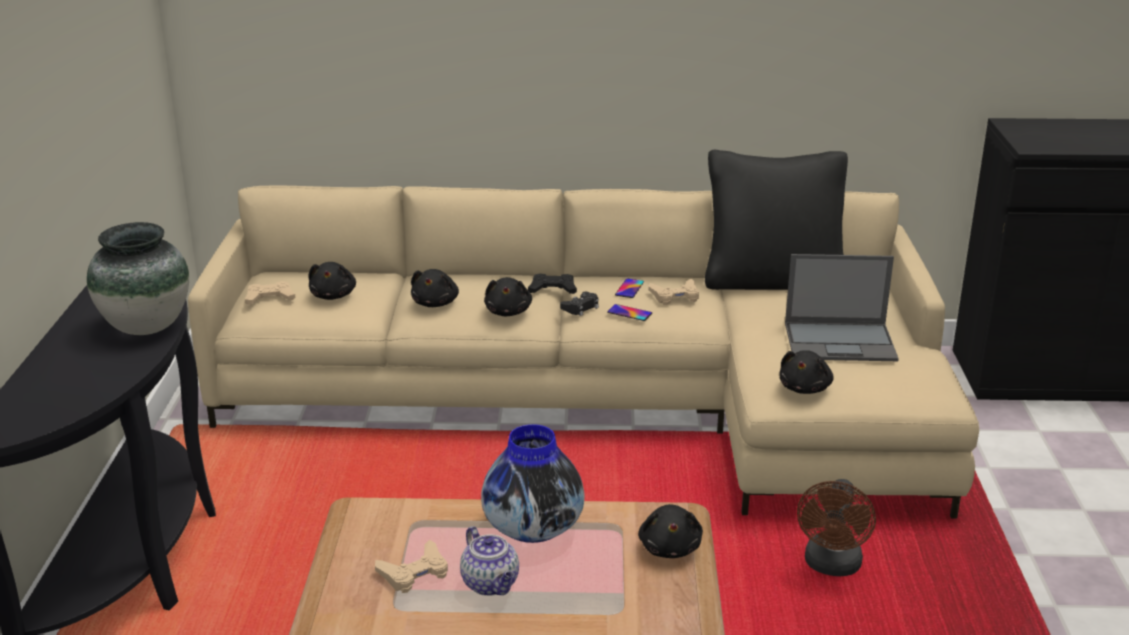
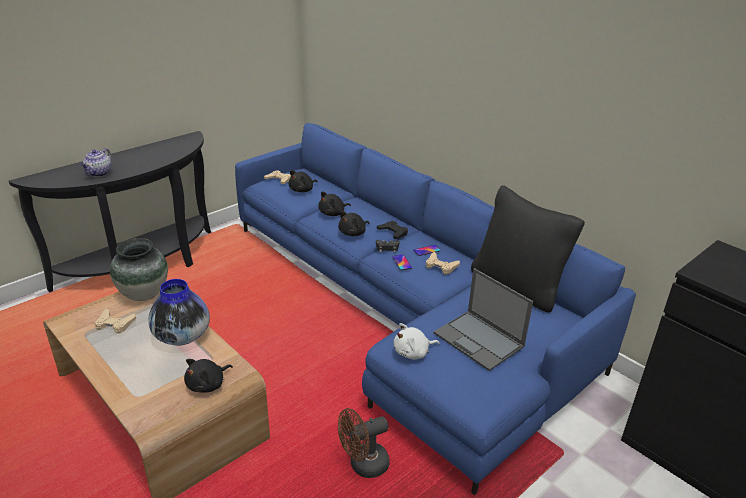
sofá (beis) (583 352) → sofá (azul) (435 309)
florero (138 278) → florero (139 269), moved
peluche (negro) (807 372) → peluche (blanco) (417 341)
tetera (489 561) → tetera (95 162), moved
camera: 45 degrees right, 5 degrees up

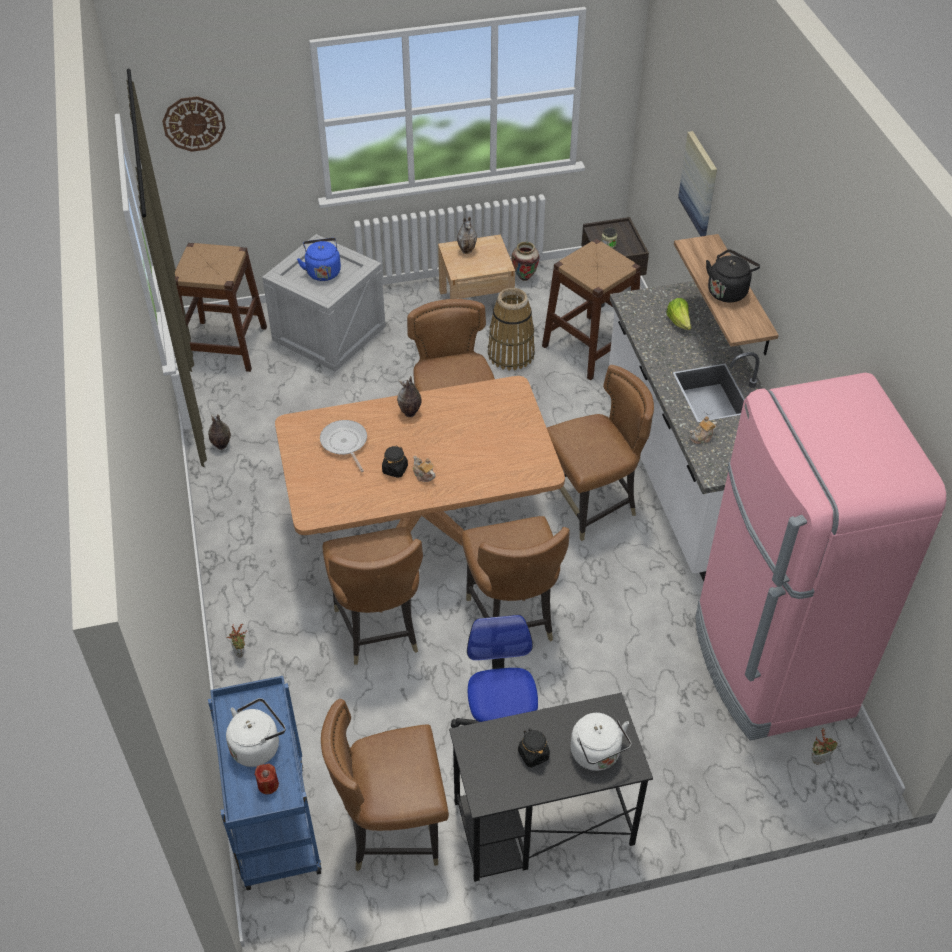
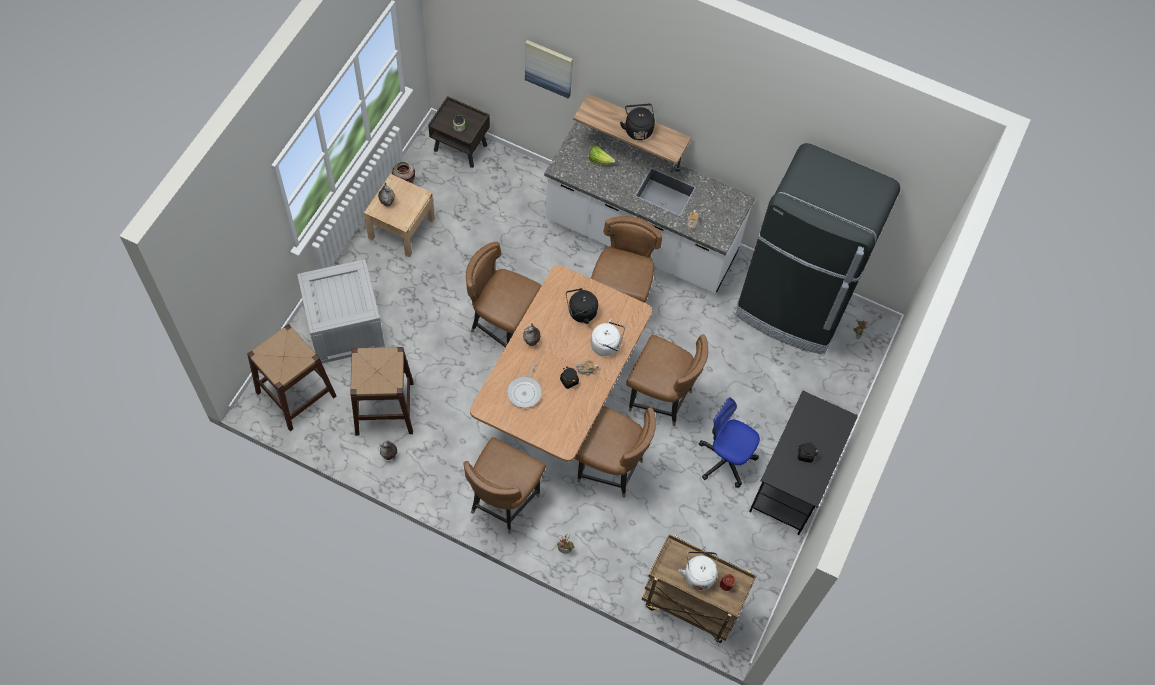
reloj de pared (194 124) → -
hervidor (azul) (319 259) → -
taburete (marrón) (591 309) → taburete (marrón) (382 391), moved
cesta (511 329) → -
nevera (rosa) (820 556) → nevera (negro) (817 248)
sartén (343 446) → sartén (524 384), 90 degrees counterclockwise
carrito (azul) (265 783) → carrito (marrón) (699 588)
silla (marrón) (385 785) → silla (marrón) (505 485), moved
hervidor (blanco) (601 742) → hervidor (blanco) (608 337), moved
- → hervidor (negro) (582 306)
camera: 55 degrees left, 15 degrees up

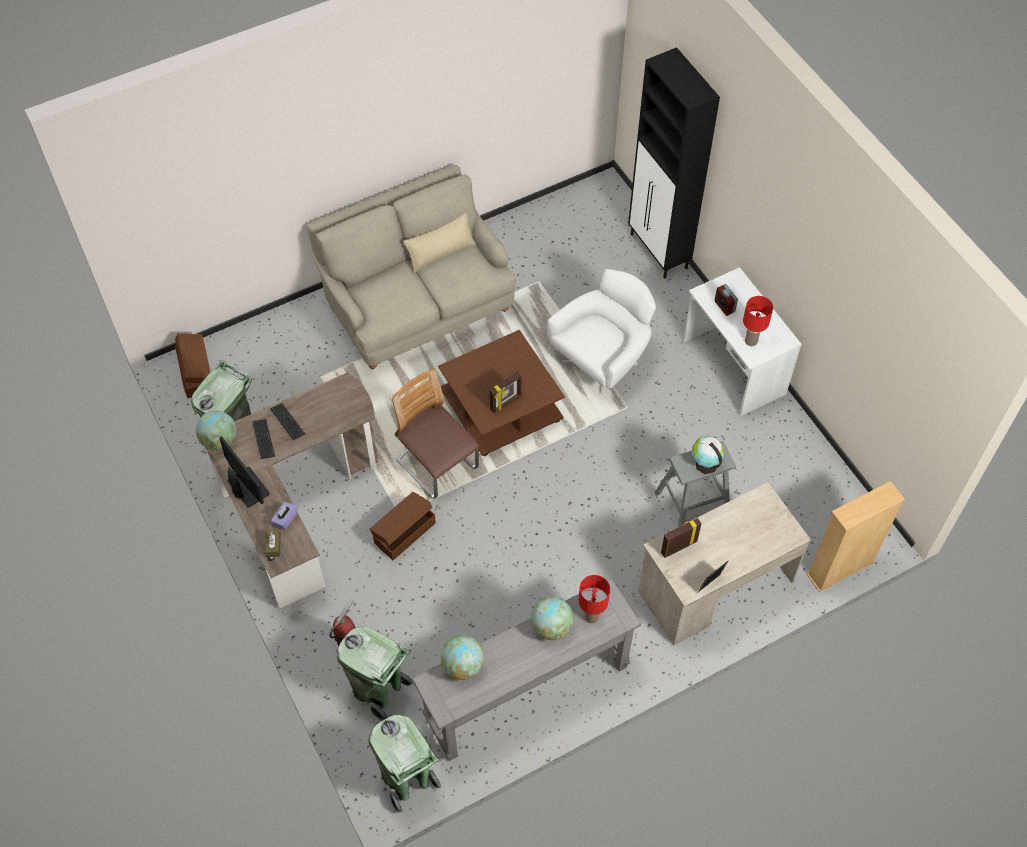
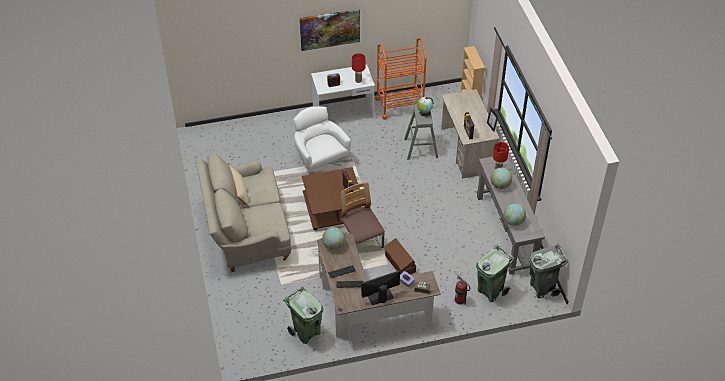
armario (negro) (674 163) → -
caja de almacenaje (marrón) (193 365) → -
silla (435 434) → silla (362 215), 90 degrees clockwise
globo terráqueo (216 430) → globo terráqueo (333 238), moved
papelera (verde) (404 764) → papelera (gris) (548 271)
- → cuadro (330 30)
- → carrito (naranja) (401 79)
camera: 75 degrees left, 10 degrees down

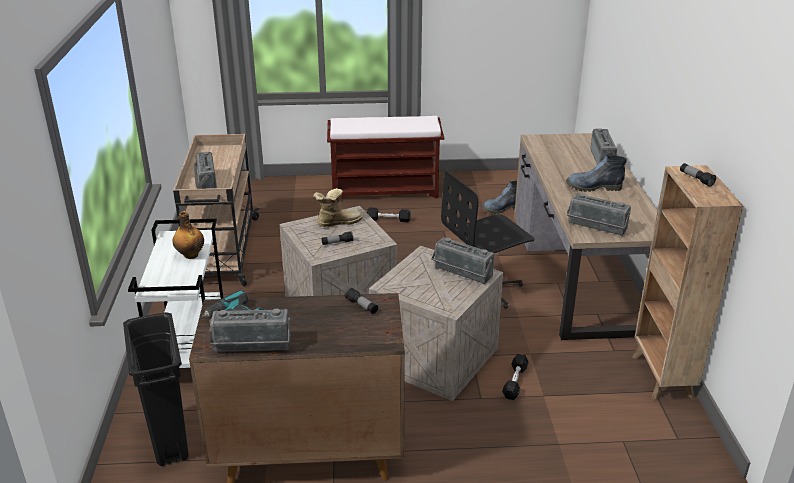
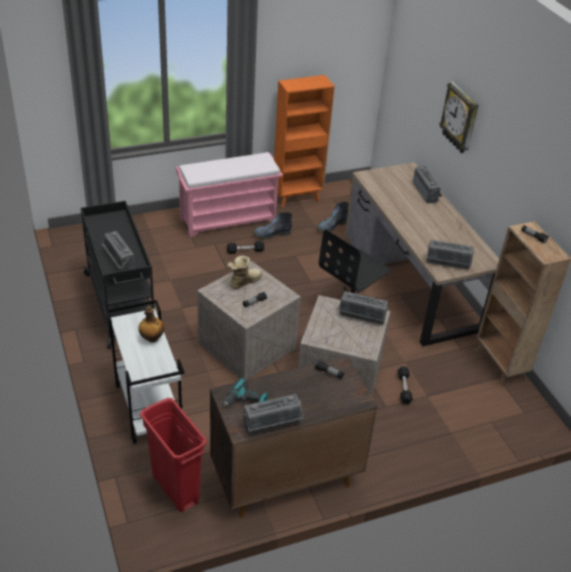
banco (marrón) (385 157) → banco (rosa) (229 195)
carrito (beis) (216 210) → carrito (negro) (117 275)
bota (596 173) → bota (272 225), moved
papelera (negro) (156 389) → papelera (rojo) (173 455)
- → estantería (naranja) (304 141)
- → reloj de pared (459 117)
camera: 20 degrees left, 10 degrees up

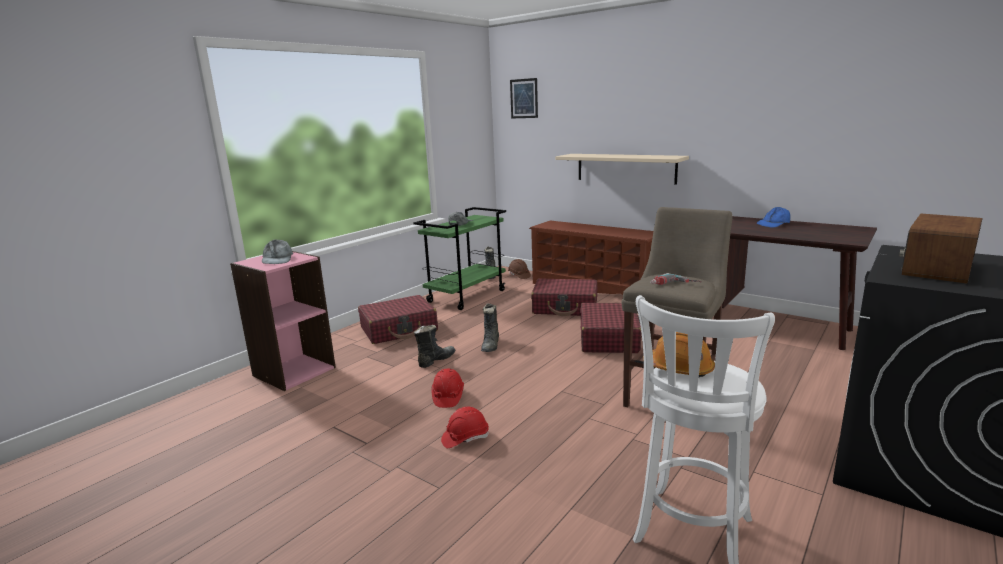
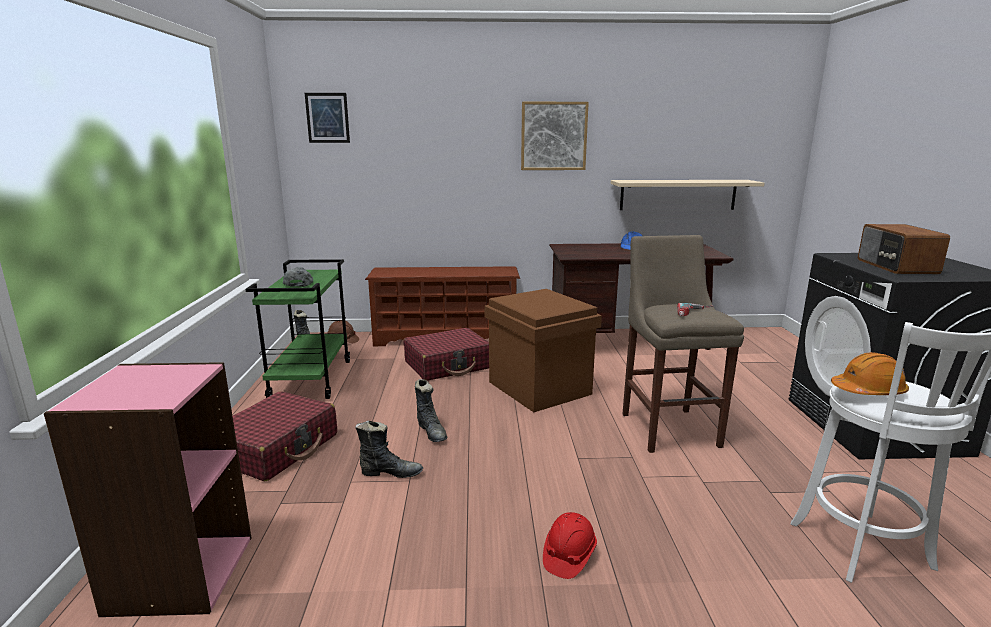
estante (beis) (622 169) → estante (beis) (688 195), moved
gorra (gris) (277 251) → -
maleta (rojo) (611 328) → caja de almacenaje (marrón) (543 350)
bota (negro) (434 346) → bota (negro) (389 449), 90 degrees clockwise
casco (rojo) (447 388) → -
- → cuadro (555 136)
camera: 40 degrees left, 0 degrees up

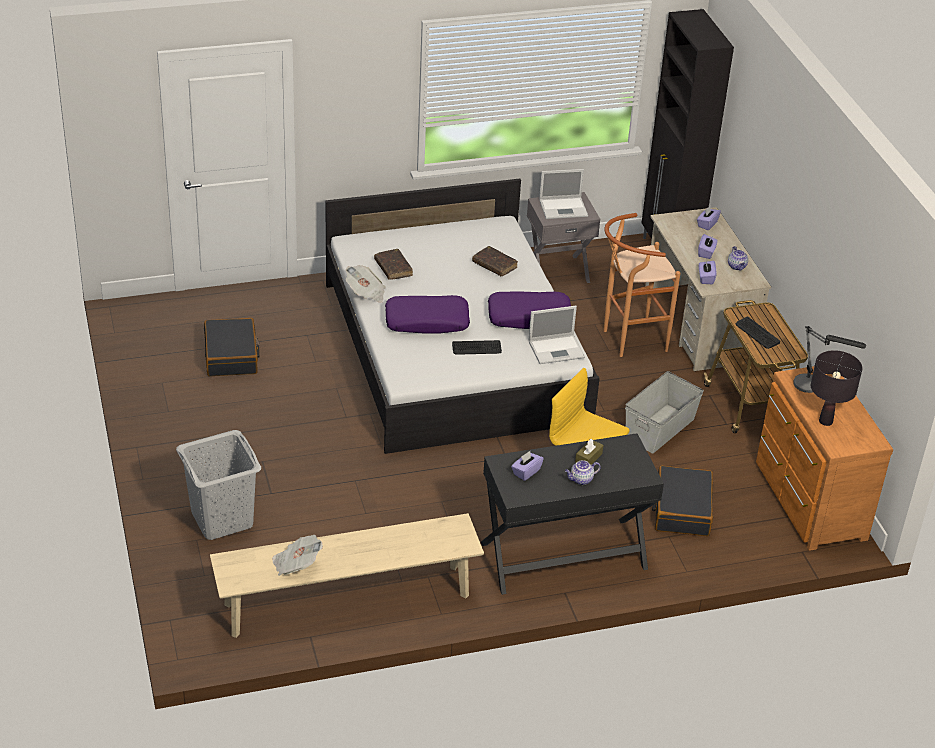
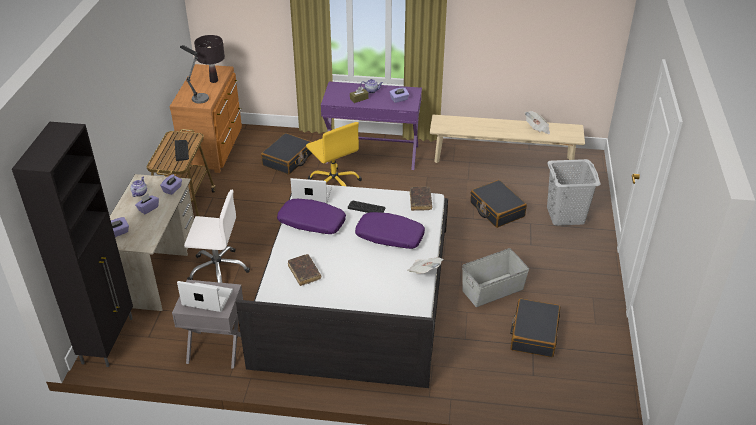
taburete (marrón) (642 285) → silla de oficina (blanco) (217 236)
libro (marrón) (393 264) → libro (marrón) (421 199), moved
caja de almacenaje (gris) (664 412) → caja de almacenaje (gris) (495 277), moved
escritorio (negro) (572 514) → escritorio (morado) (371 126)
- → maleta (negro) (498 204)
camera: 155 degrees left, 0 degrees up

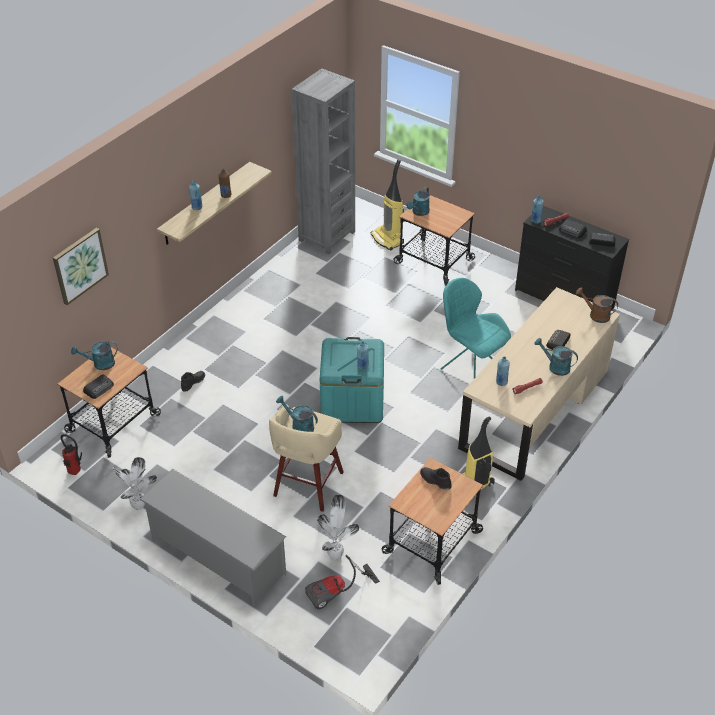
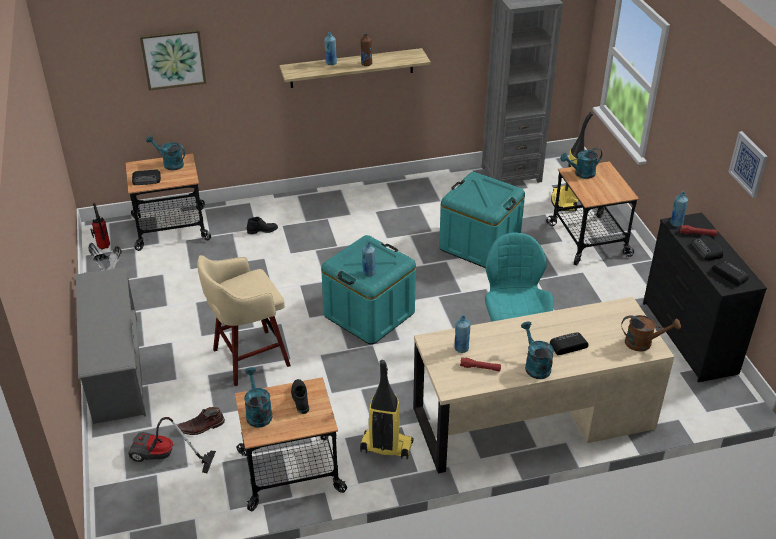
regadera (marrón) (597 305) → regadera (marrón) (651 333), 120 degrees clockwise
regadera (turquesa) (297 414) → regadera (turquesa) (258 397), moved
planta en maceta (337 527) → bota (marrón) (201 421)
- → cuadro (748 164)
- → caja de almacenaje (turquesa) (482 220)
camera: 40 degrees right, 5 degrees down

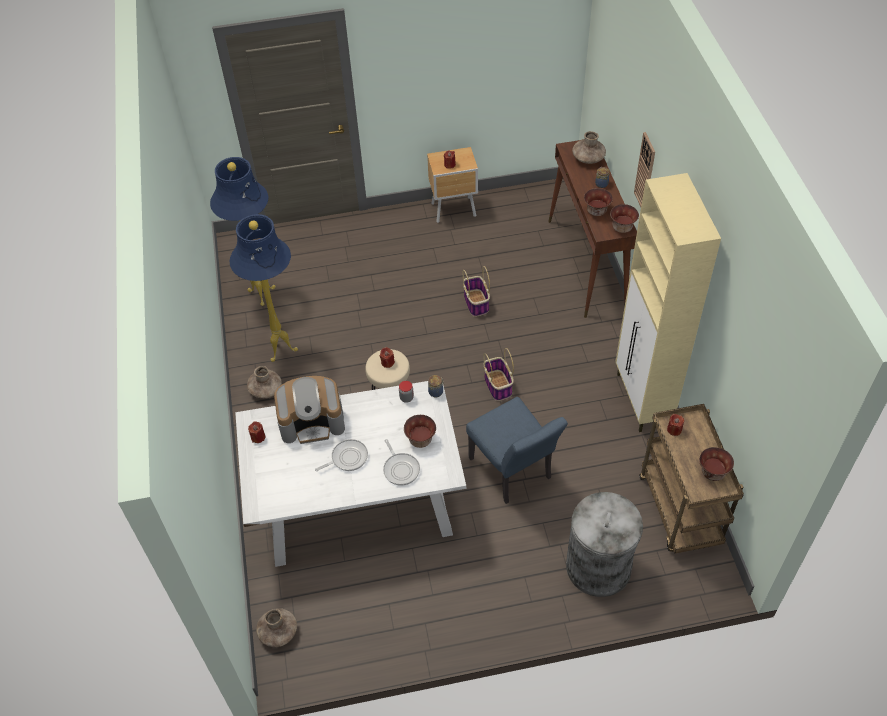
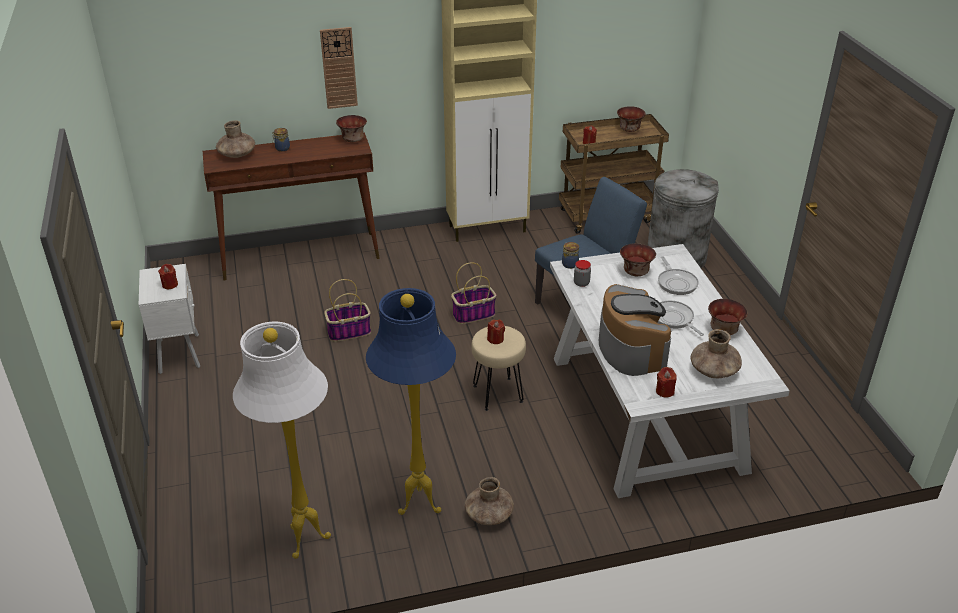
mesita de noche (marrón) (452 185) → mesita de noche (blanco) (169 319)
lámpara de pie (azul) (243 231) → lámpara de pie (blanco) (282 440)
cuenco (598 202) → cuenco (727 317), moved
sartén (401 462) → sartén (678 276), 105 degrees clockwise
florero (marrón) (276 627) → florero (marrón) (716 353), moved
camera: 95 degrees left, 15 degrees down

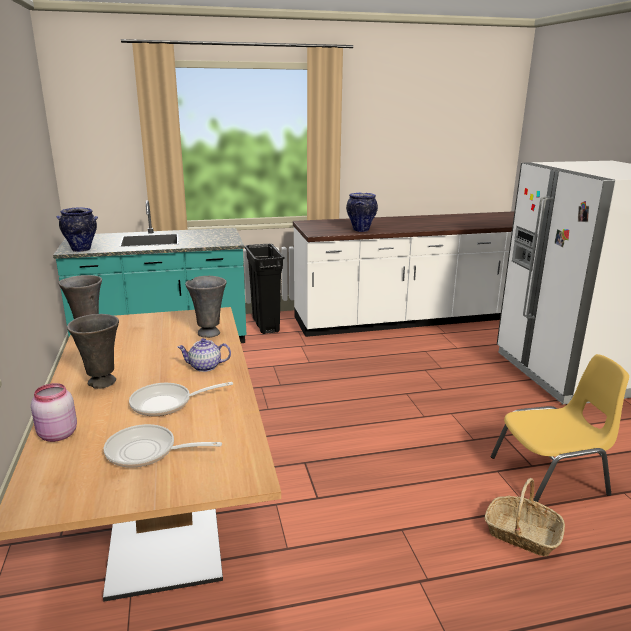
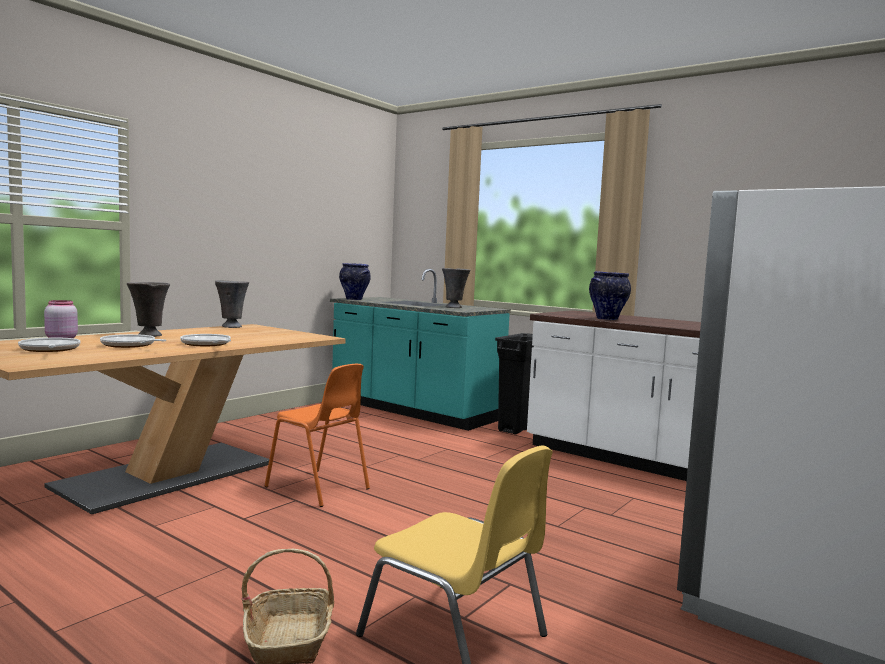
florero (gris) (206 307) → florero (gris) (456 288), moved
tetera (204 355) → sartén (205 340)
- → silla (naranja) (317 435)
camera: 50 degrees right, 15 degrees down

